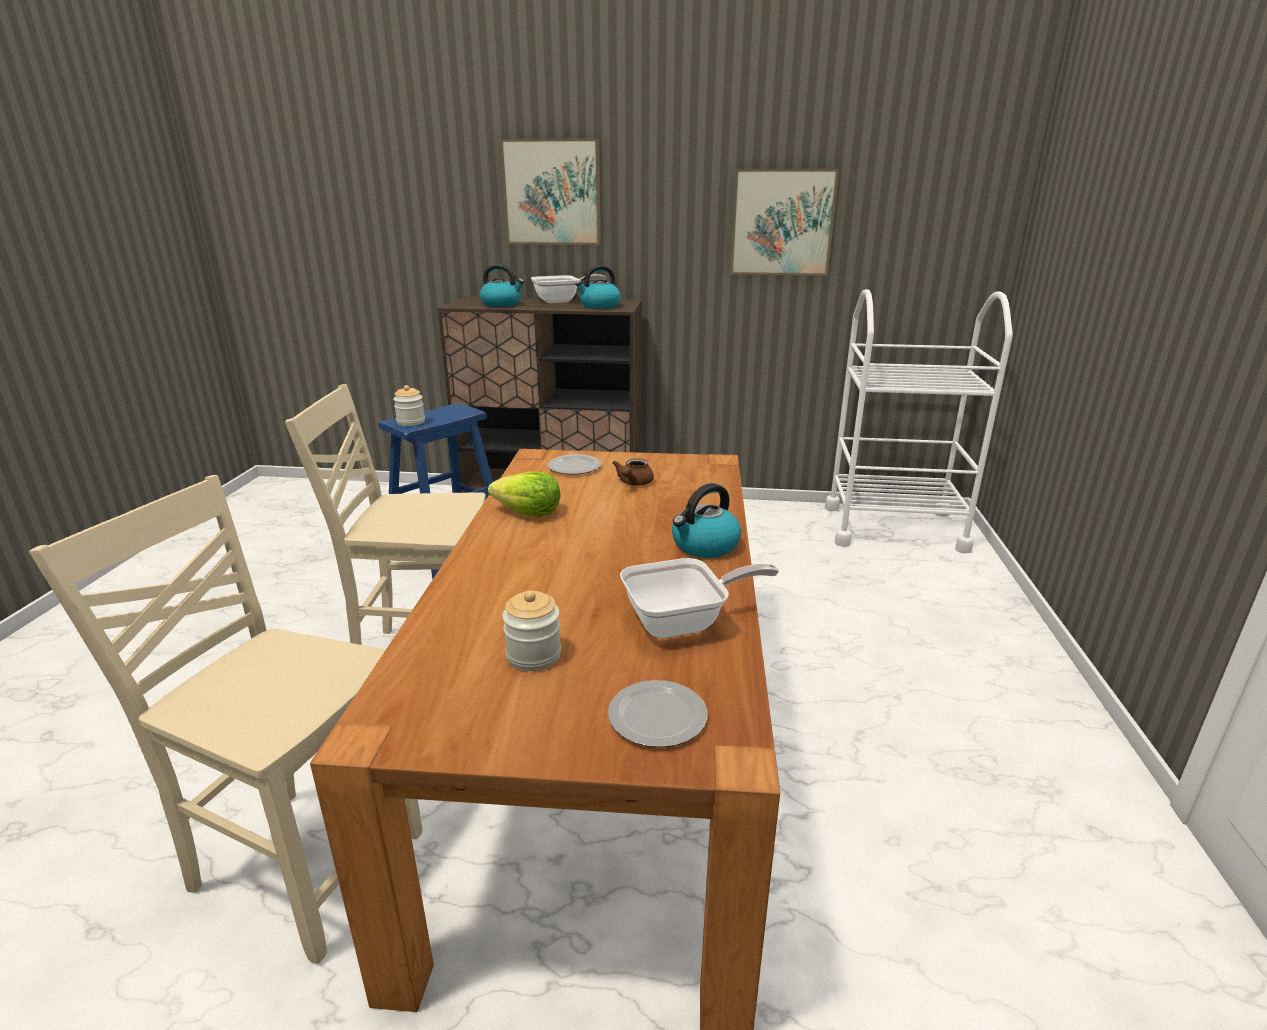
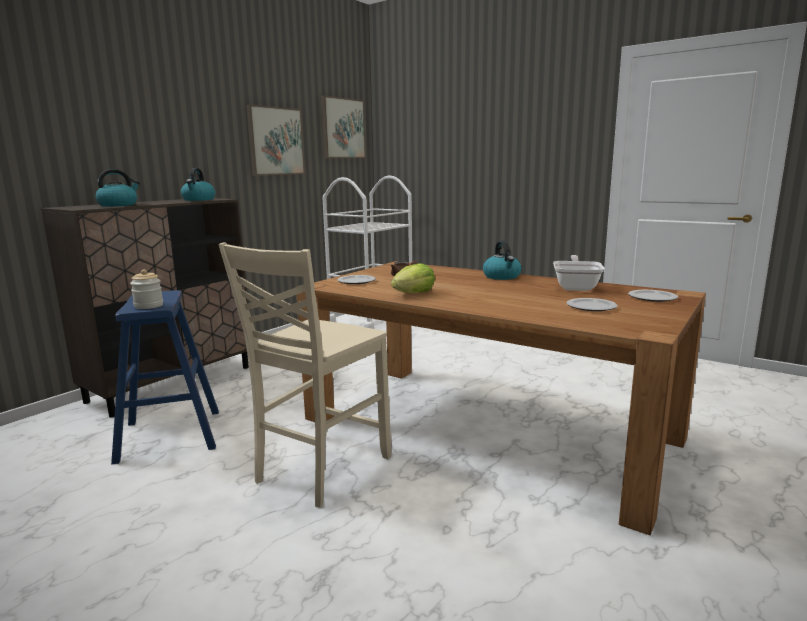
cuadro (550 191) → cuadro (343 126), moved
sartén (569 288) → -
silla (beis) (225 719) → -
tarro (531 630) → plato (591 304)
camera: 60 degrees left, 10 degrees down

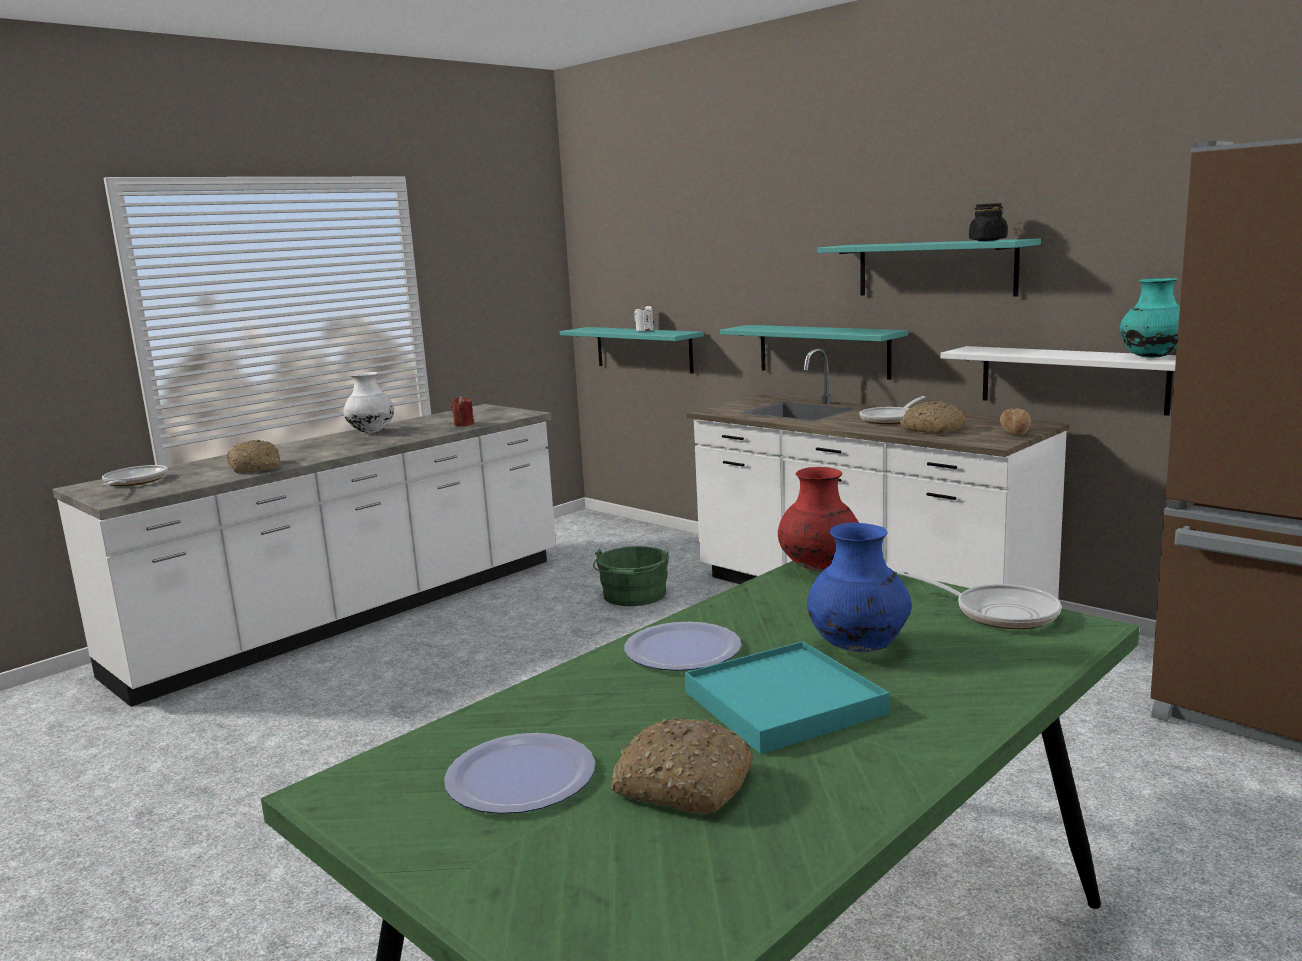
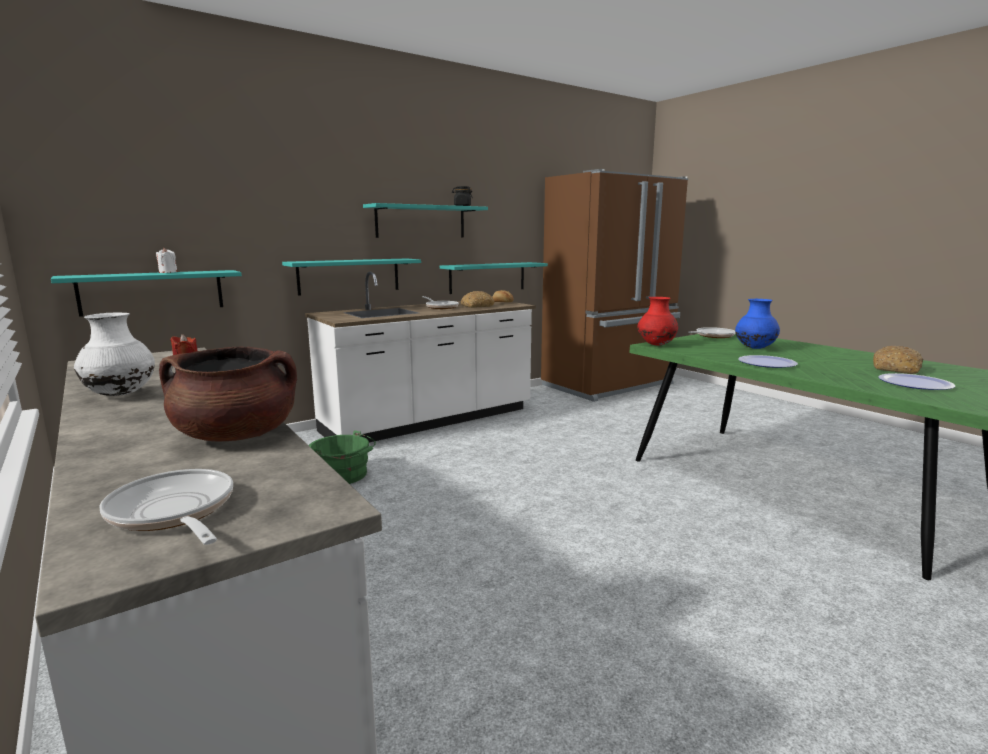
florero (turquesa) (1150 318) → -
estante (blanco) (1058 381) → estante (turquesa) (494 278)
pan (253 456) → olla (marrón) (228 393)
sartén (134 476) → sartén (166 507), 45 degrees clockwise
bandeja (turquesa) (787 697) → -
camera: 80 degrees left, 0 degrees up

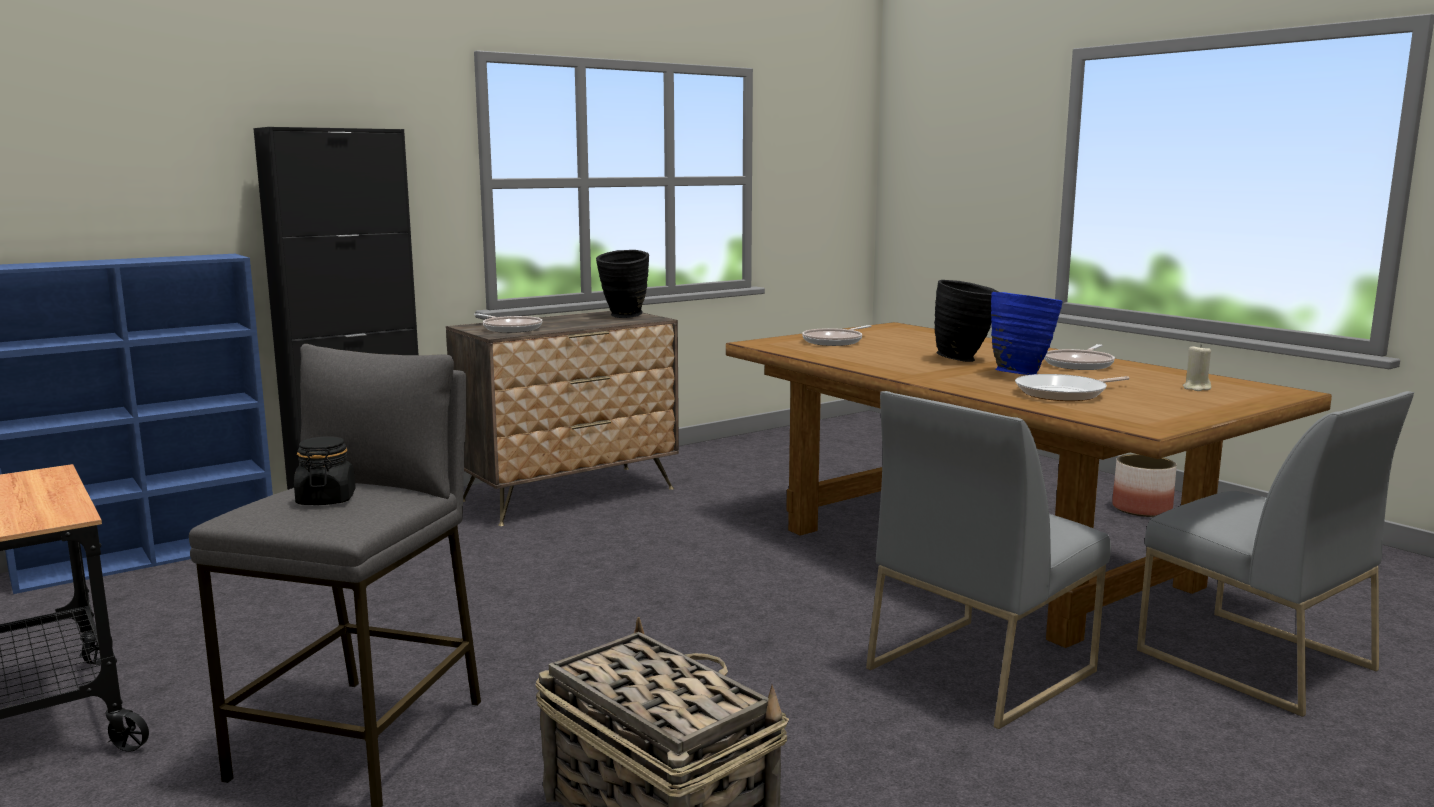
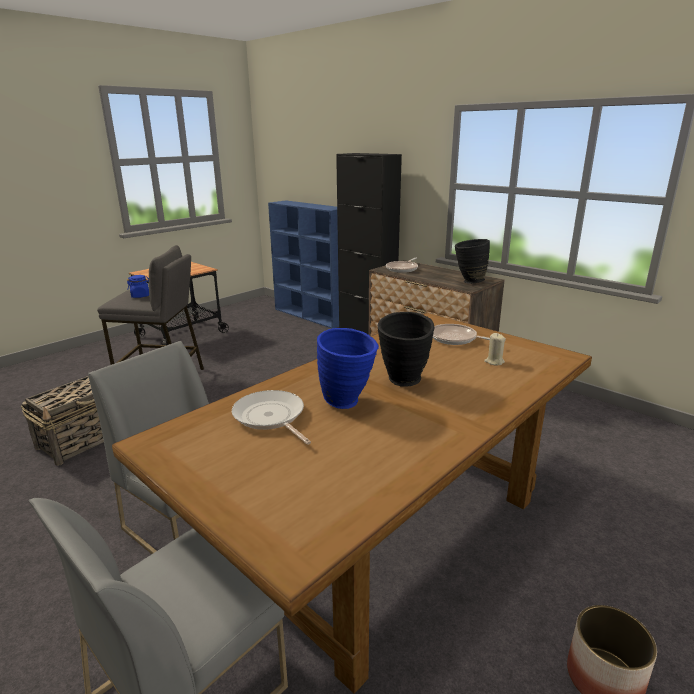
sartén (1079 357) → -
vela (beis) (1197 367) → vela (beis) (495 349), moved
tarro (negro) (325 470) → tarro (azul) (138 286)
camera: 80 degrees right, 10 degrees up

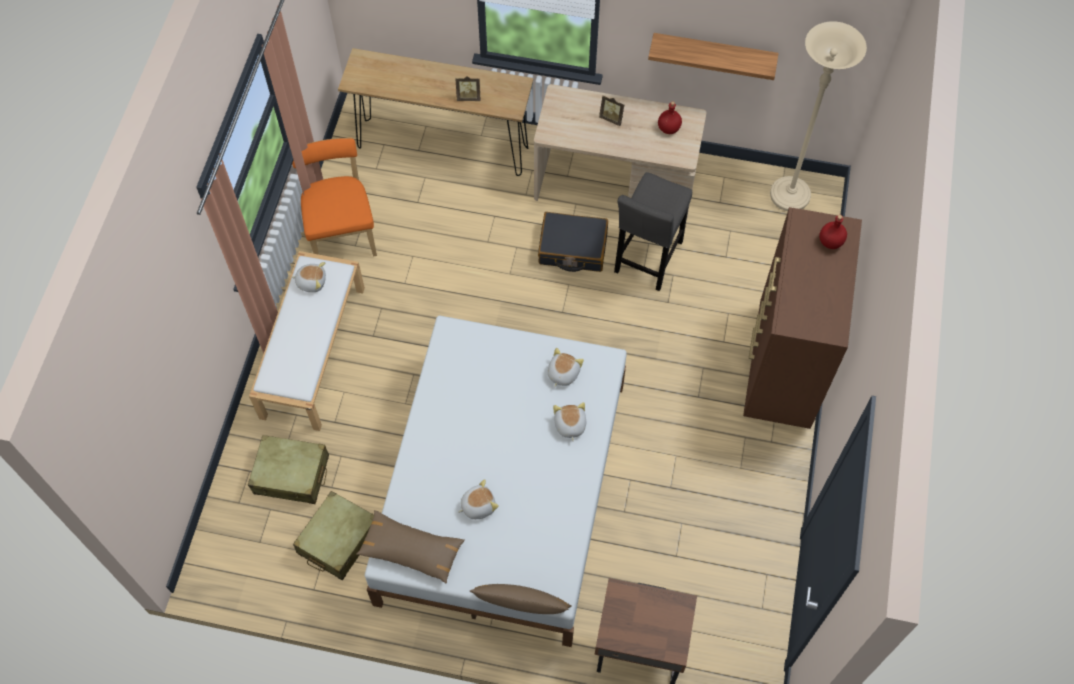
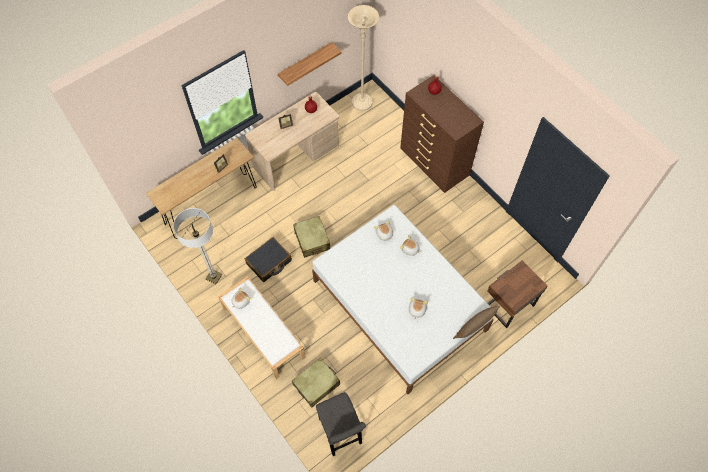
silla (naranja) (334 196) → lámpara de pie (197 246)
taburete (gris) (653 231) → taburete (gris) (341 424), moved
maleta (negro) (573 242) → maleta (negro) (268 259), moved
maleta (beis) (333 535) → maleta (beis) (311 237), moved
cojín (marrón) (411 546) → -
camera: 50 degrees left, 0 degrees up

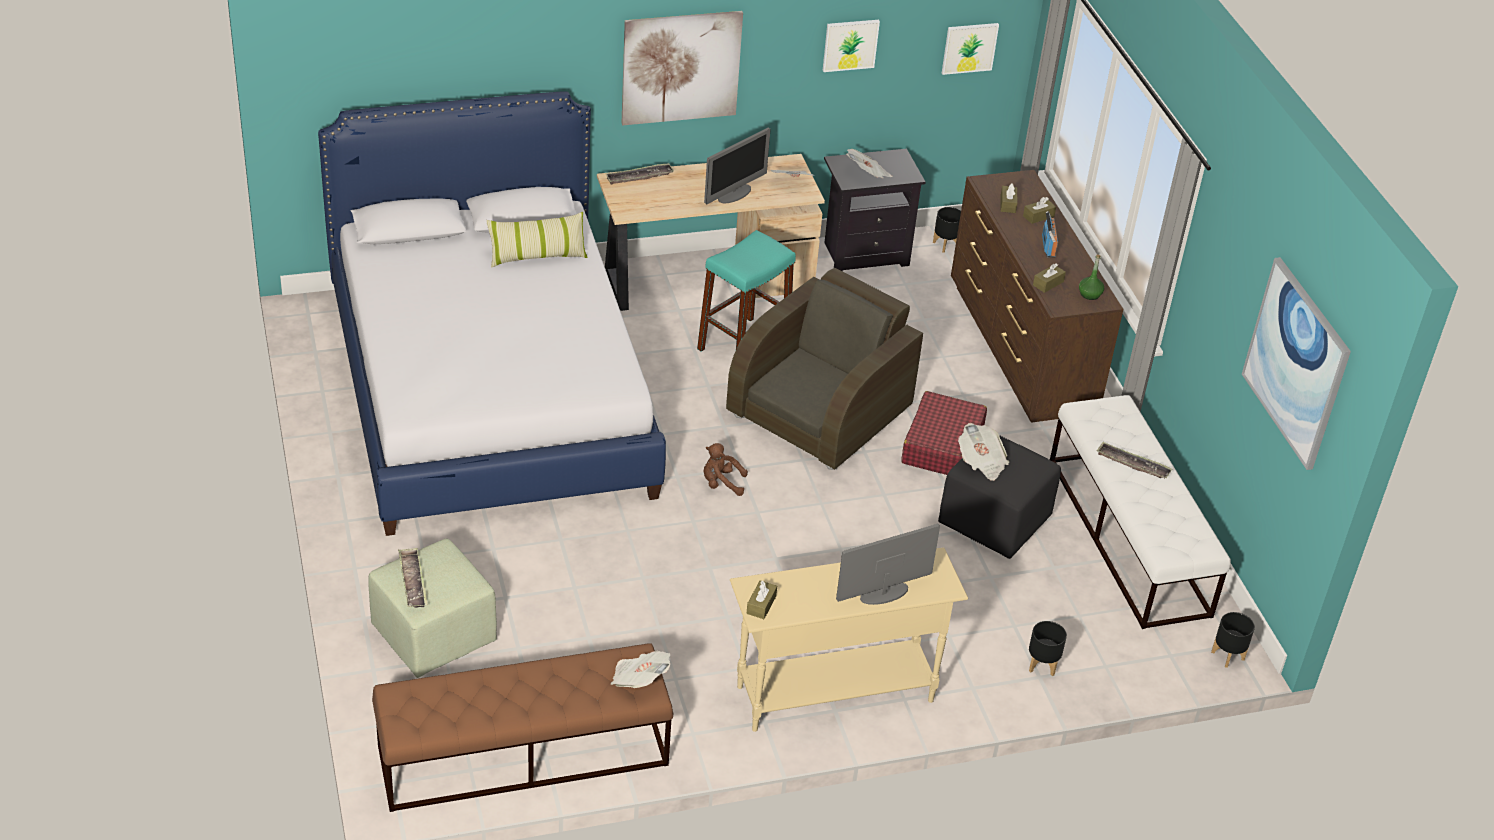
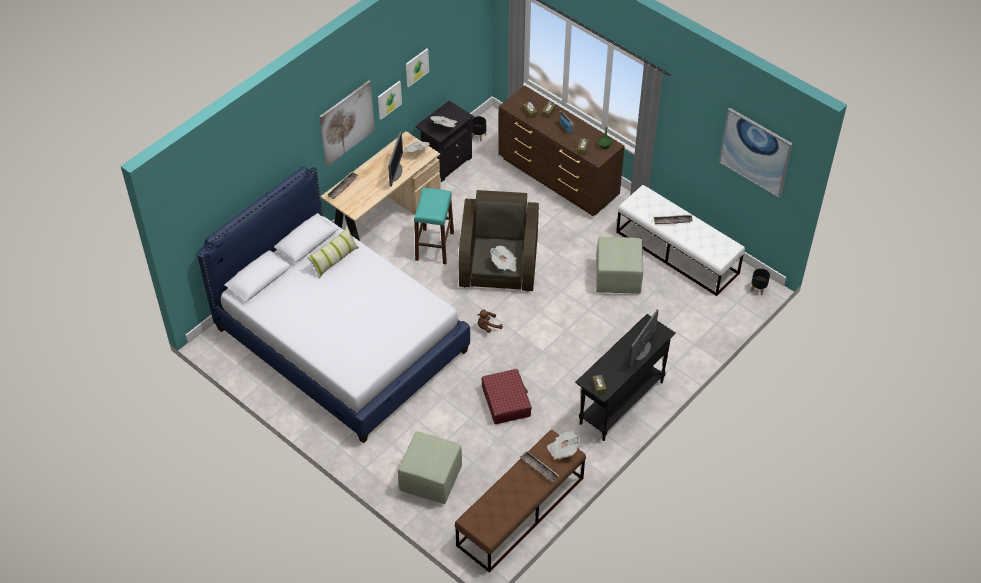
cuadro (970 49) → cuadro (390 100), moved
maleta (rojo) (944 433) → maleta (rojo) (506 396), moved
periódico (983 452) → periódico (503 258), moved
puf (negro) (999 497) → puf (verde) (619 265)
mesa consola (beis) (849 639) → mesa consola (negro) (625 377)
bandeja (413 578) → bandeja (539 466), moved
maceta (negro) (1048 648) → -
camera: 30 degrees left, 10 degrees up

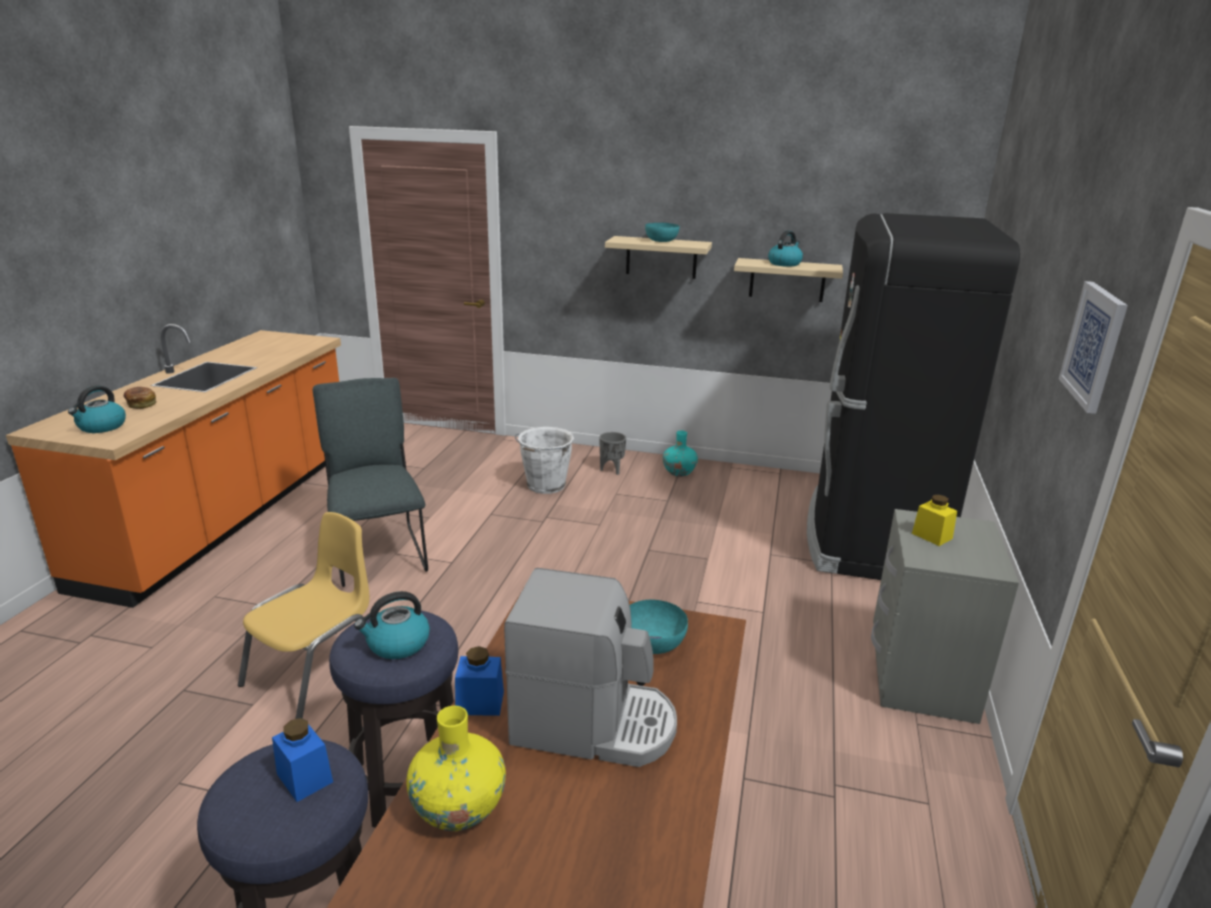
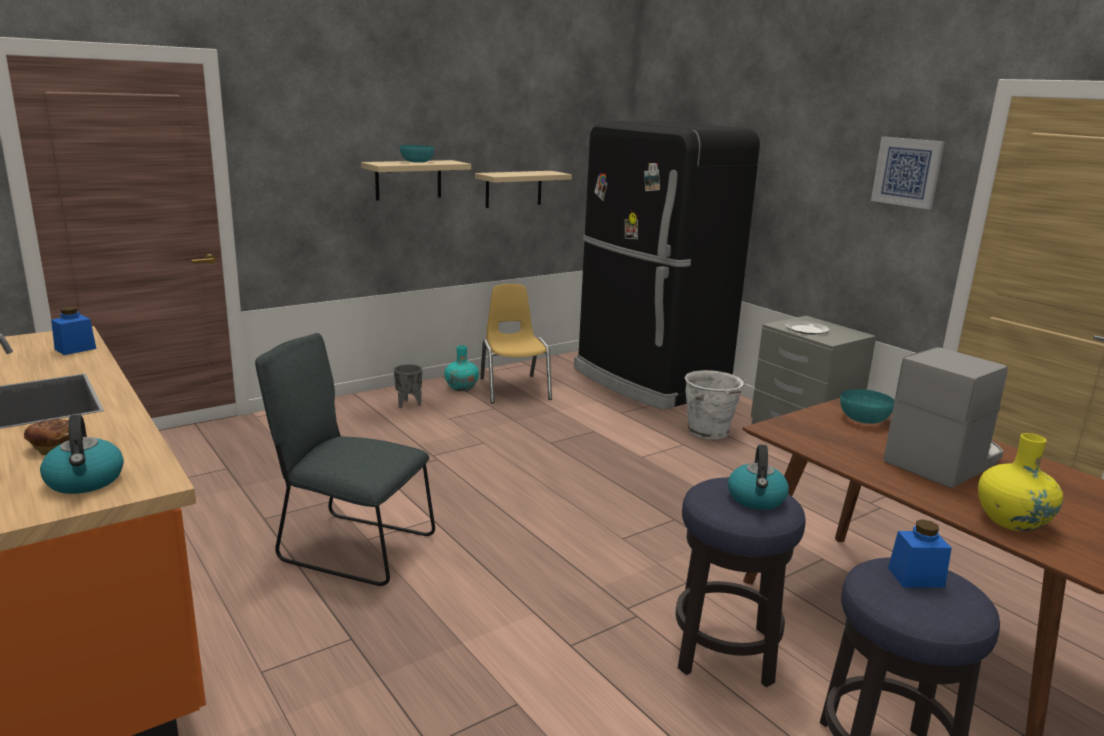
hervidor (785 249) → -
cubo (blanco) (544 460) → cubo (blanco) (715 405), moved
tarro (amarillo) (934 520) → plato (807 327)
silla (amarillo) (303 615) → silla (amarillo) (516 343), moved
tarro (azul) (479 681) → tarro (azul) (73 330), moved
camera: 50 degrees left, 5 degrees down

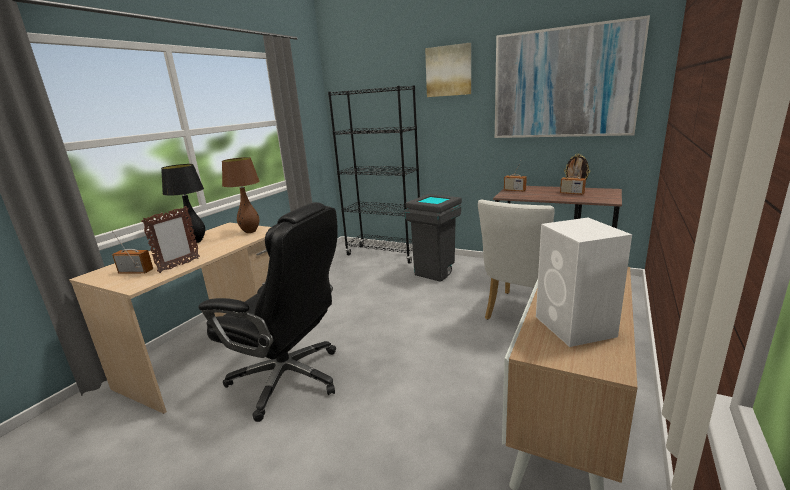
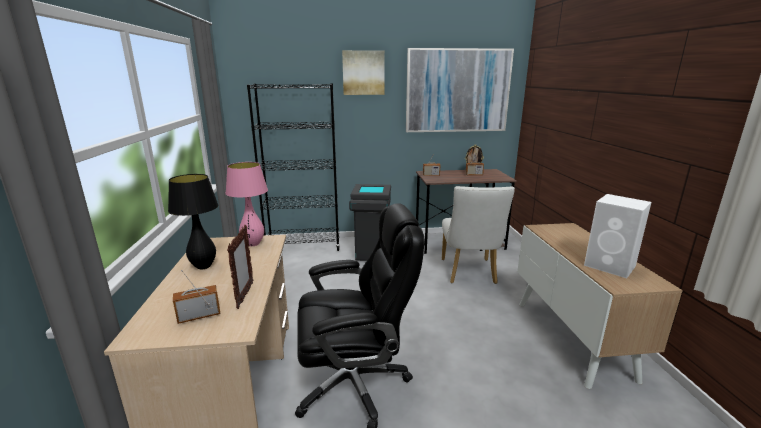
lámpara de mesa (marrón) (241 195) → lámpara de mesa (rosa) (247 204)
camera: 35 degrees left, 0 degrees up

